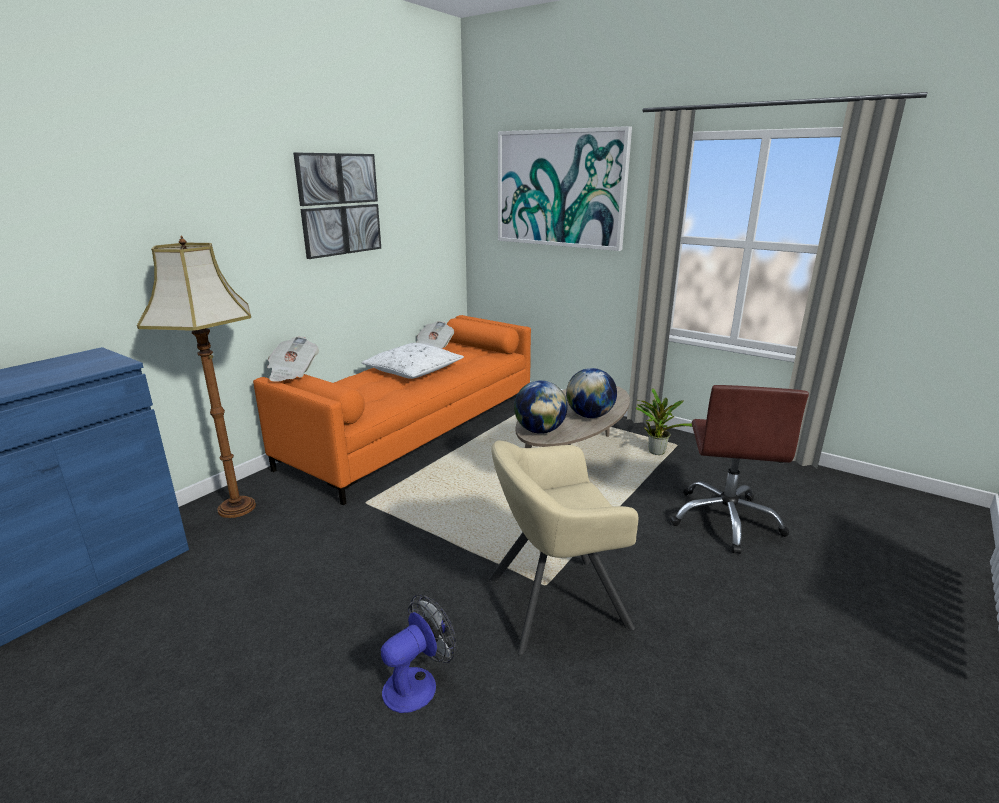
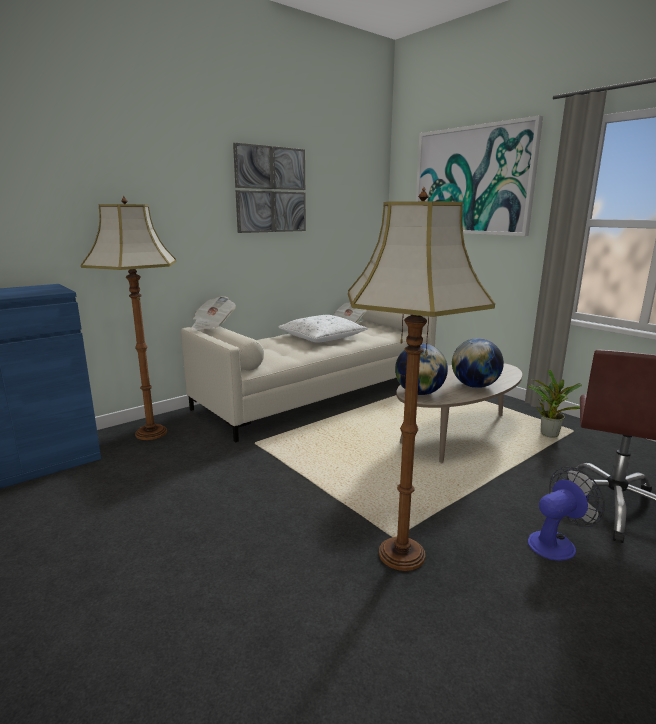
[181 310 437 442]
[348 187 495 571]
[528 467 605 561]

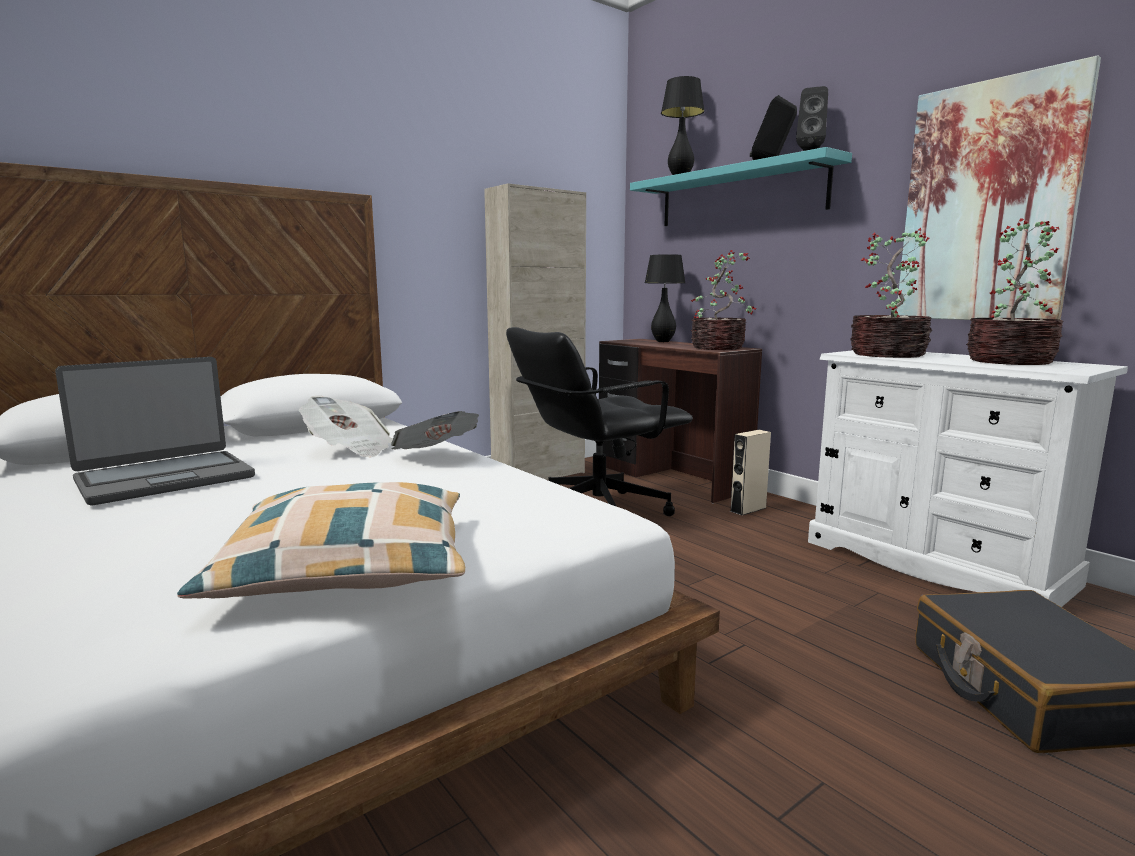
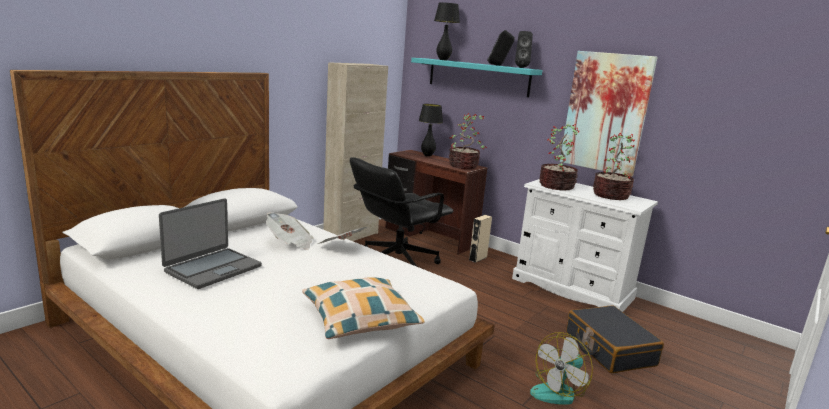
[530 332 593 405]

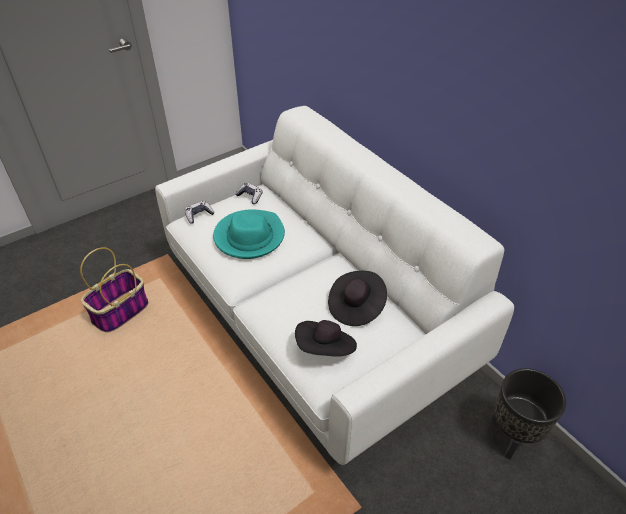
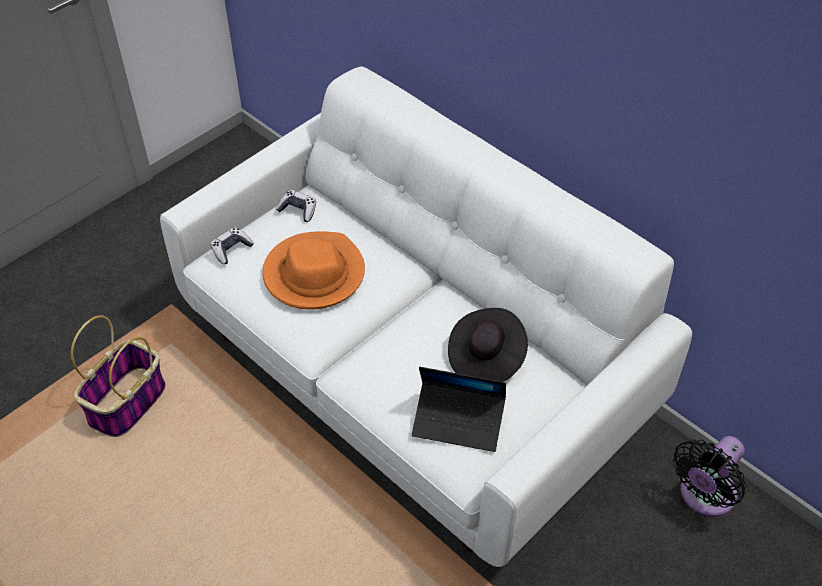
[262 231 365 310]
[412 367 506 452]
[673 436 746 517]

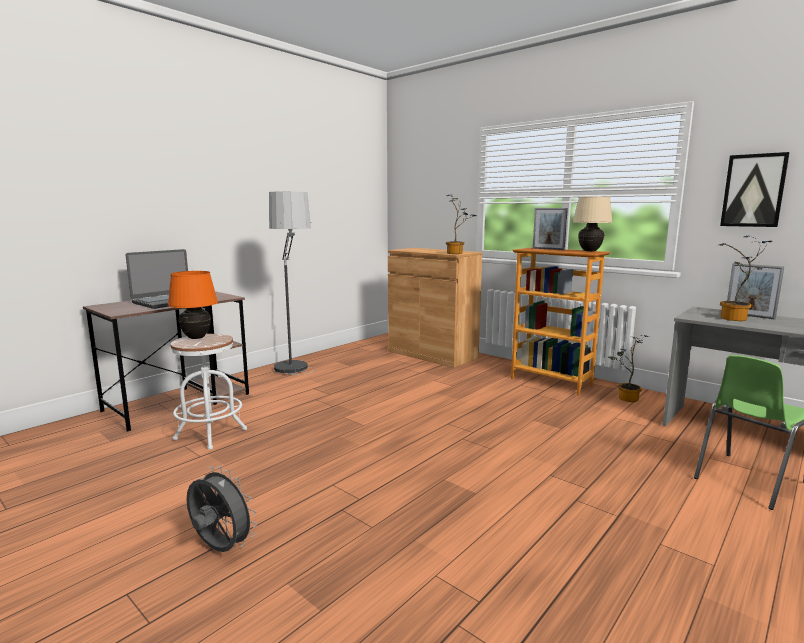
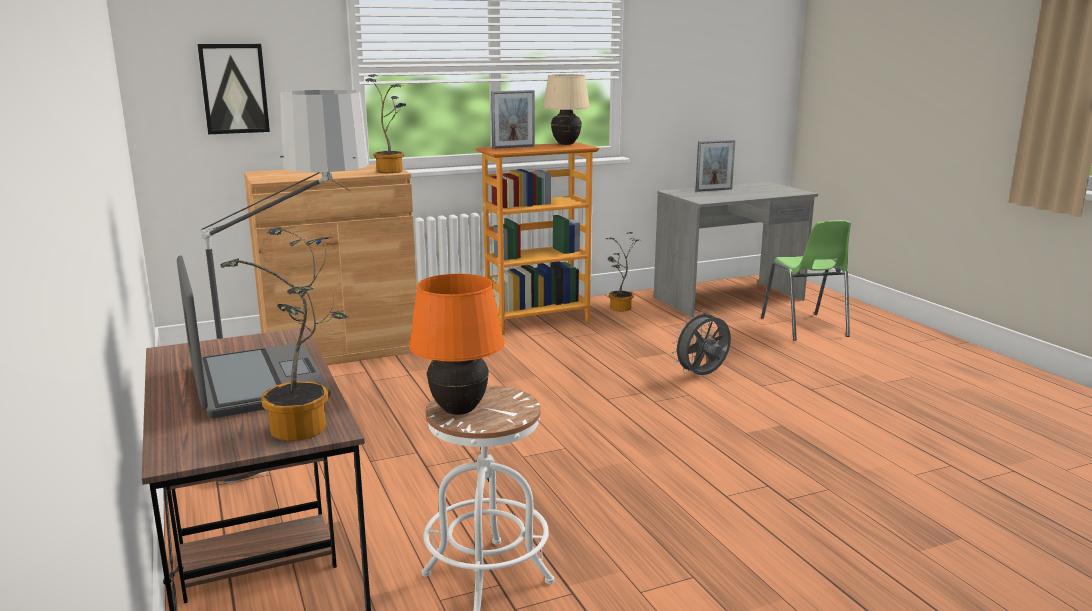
[197 44 270 134]
[220 228 350 441]
[672 309 731 375]

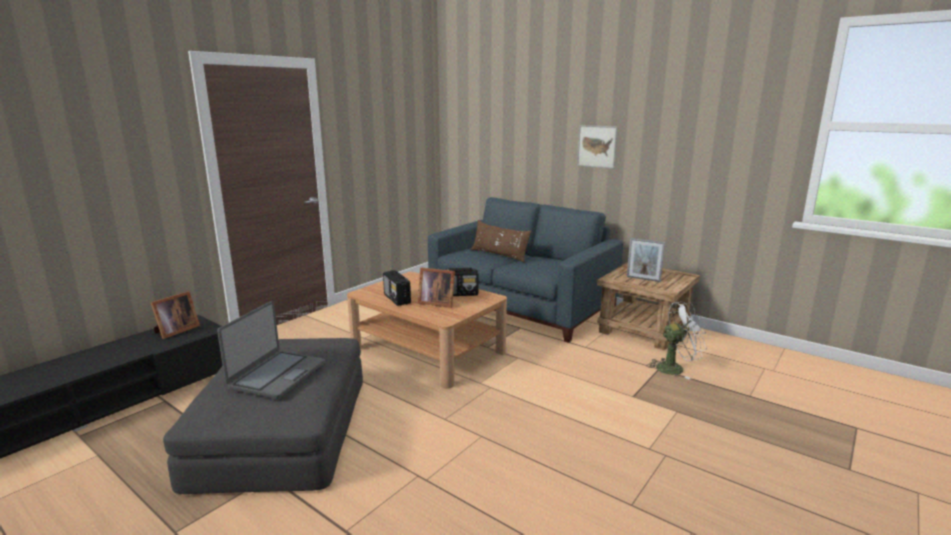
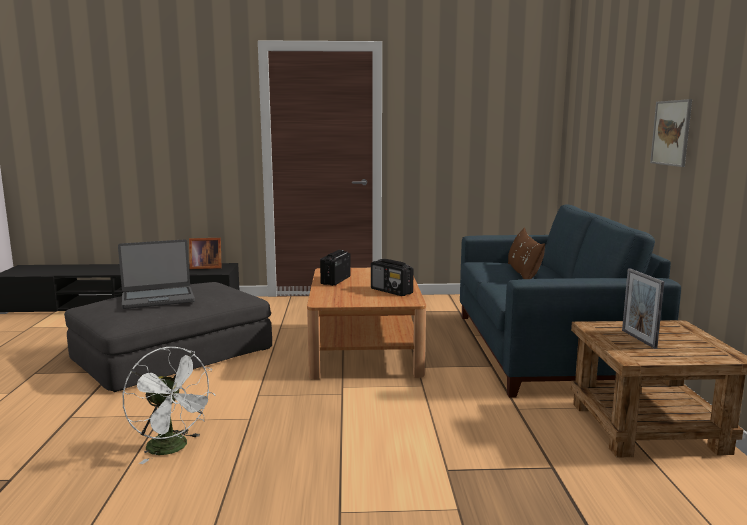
[123 347 216 464]
[418 267 455 308] (first image)

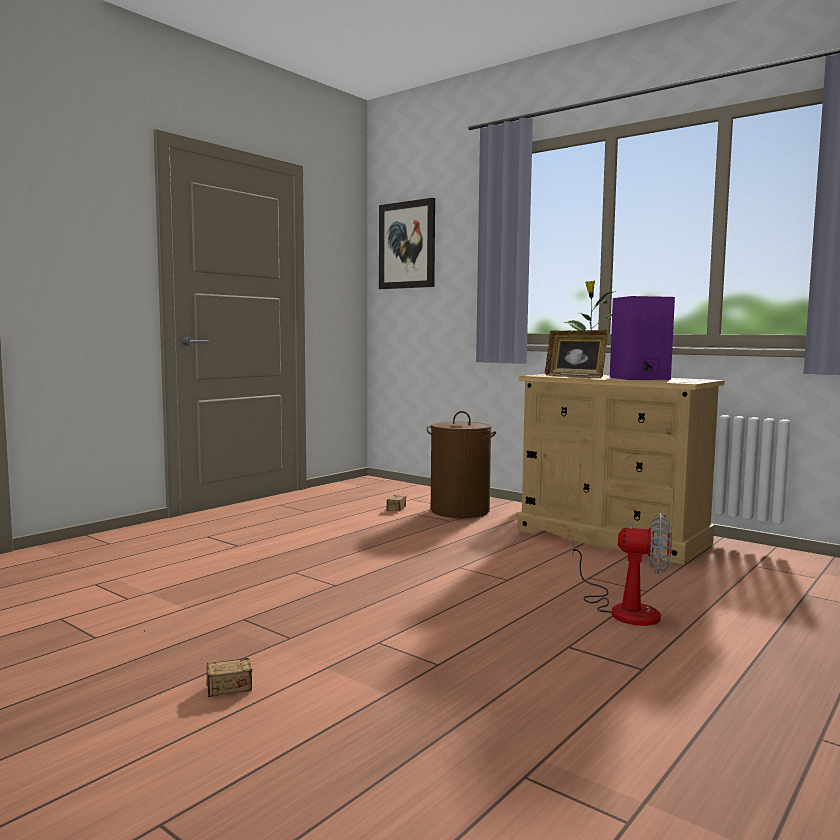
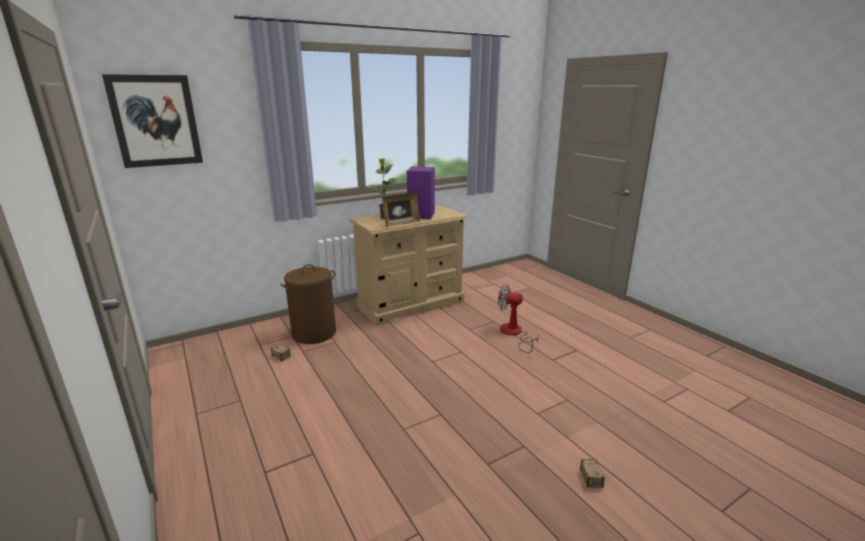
[498 284 539 353]

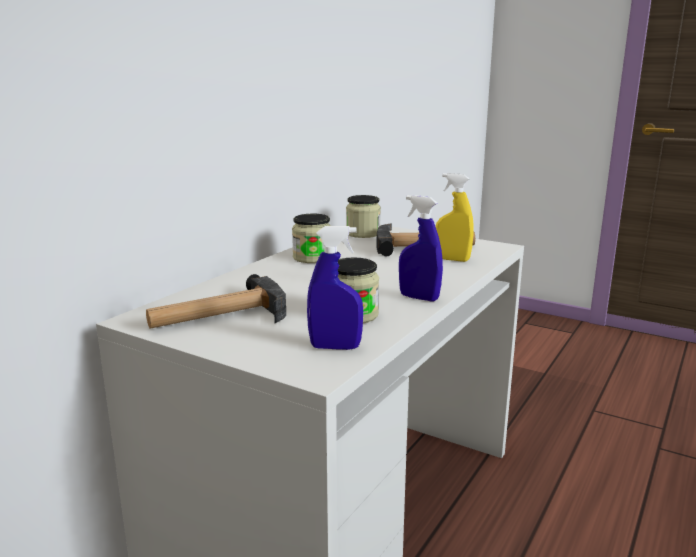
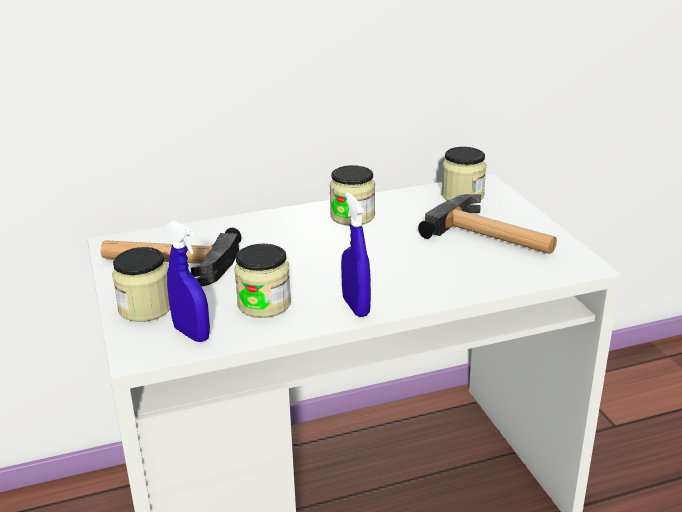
[112 247 170 322]
[436 173 474 262] (first image)

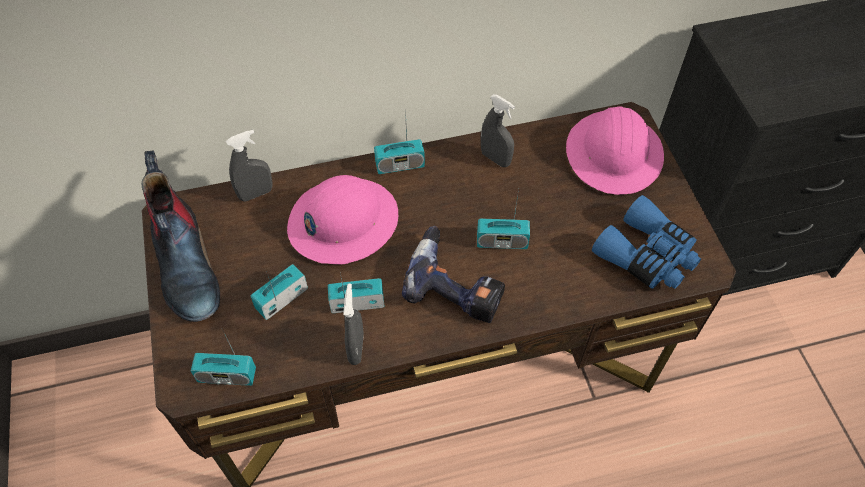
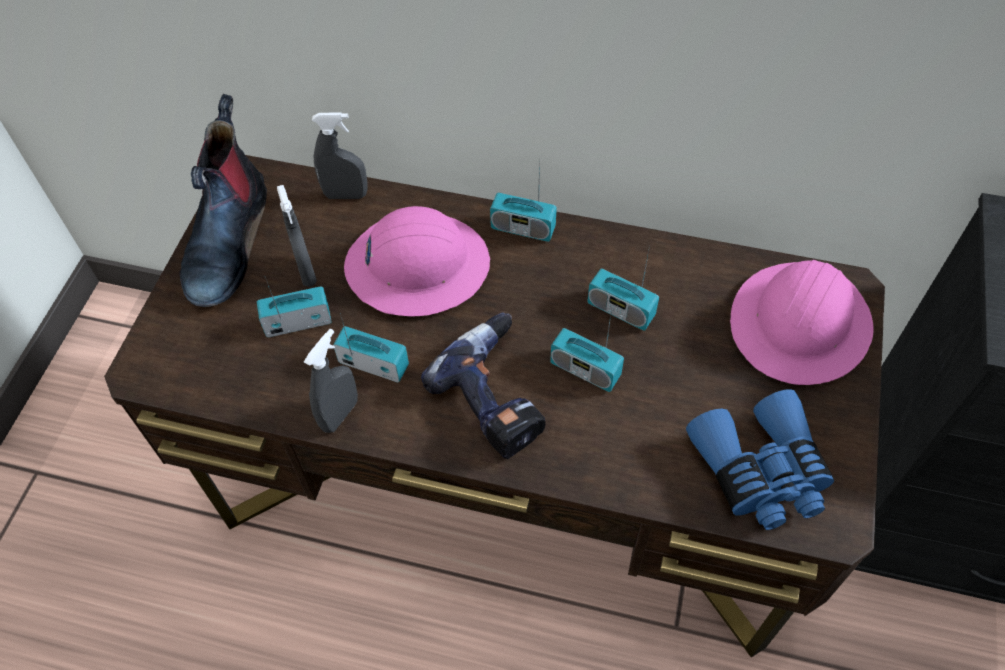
[277 185 317 287]
[588 245 659 331]

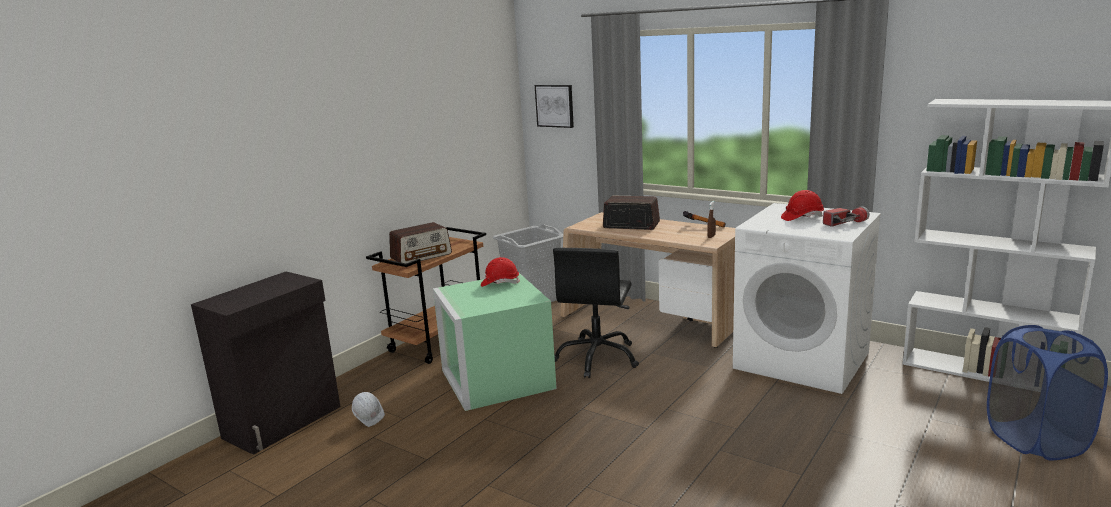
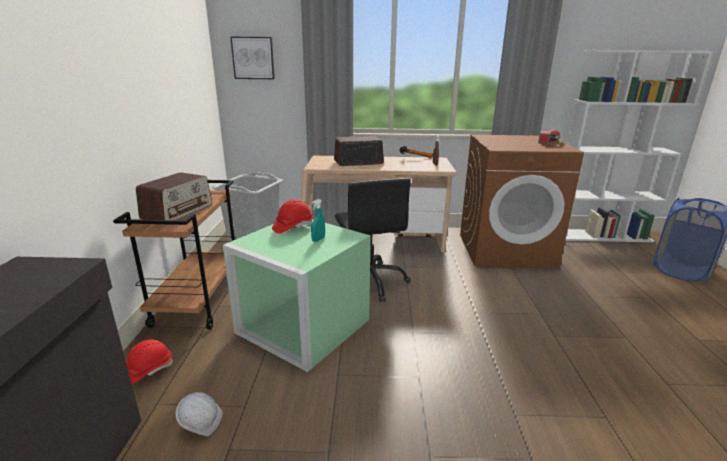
[126 339 173 384]
[311 199 325 242]
[460 135 584 268]

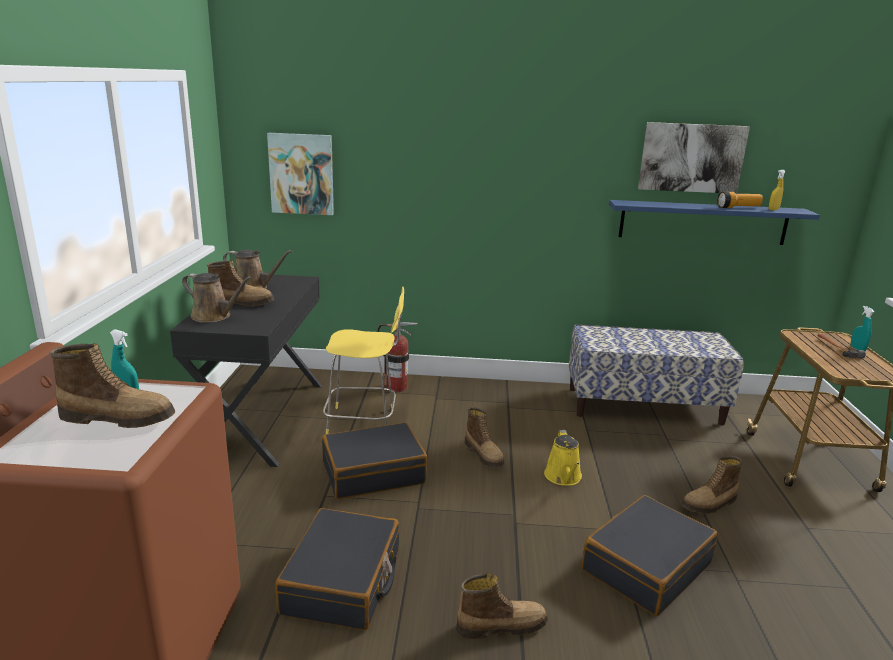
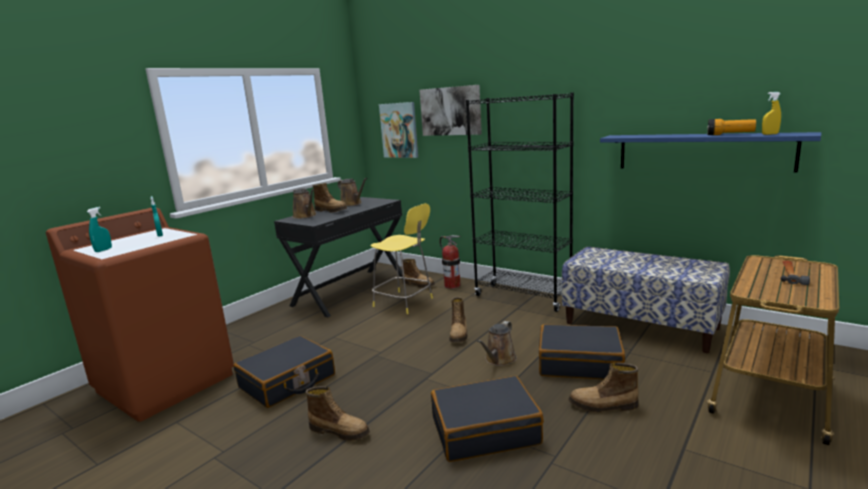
[87 207 112 252]
[402 259 435 288]
[419 85 482 136]
[466 92 574 312]
[477 321 517 366]
[539 324 625 379]

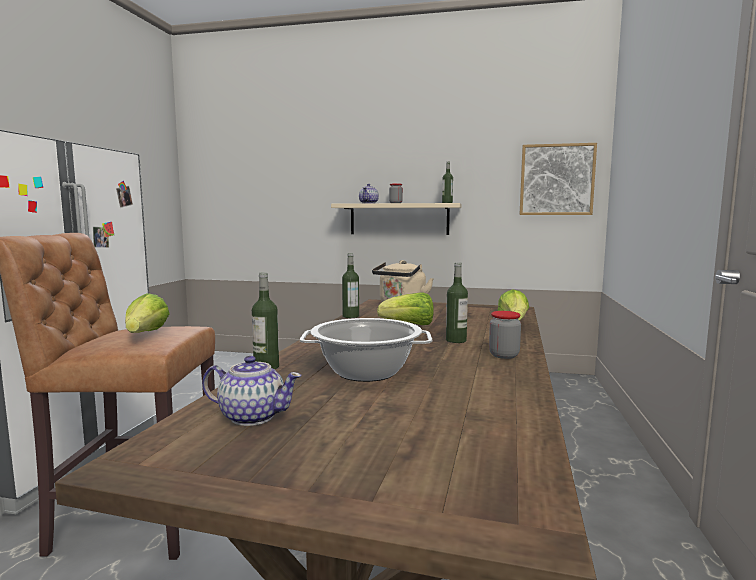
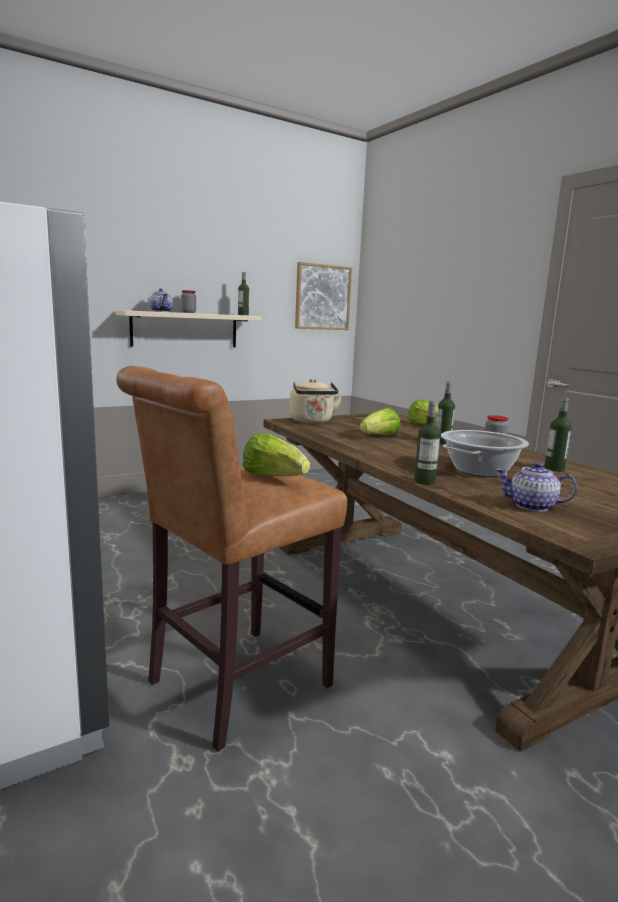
[496 462 577 512]
[544 397 572 472]

